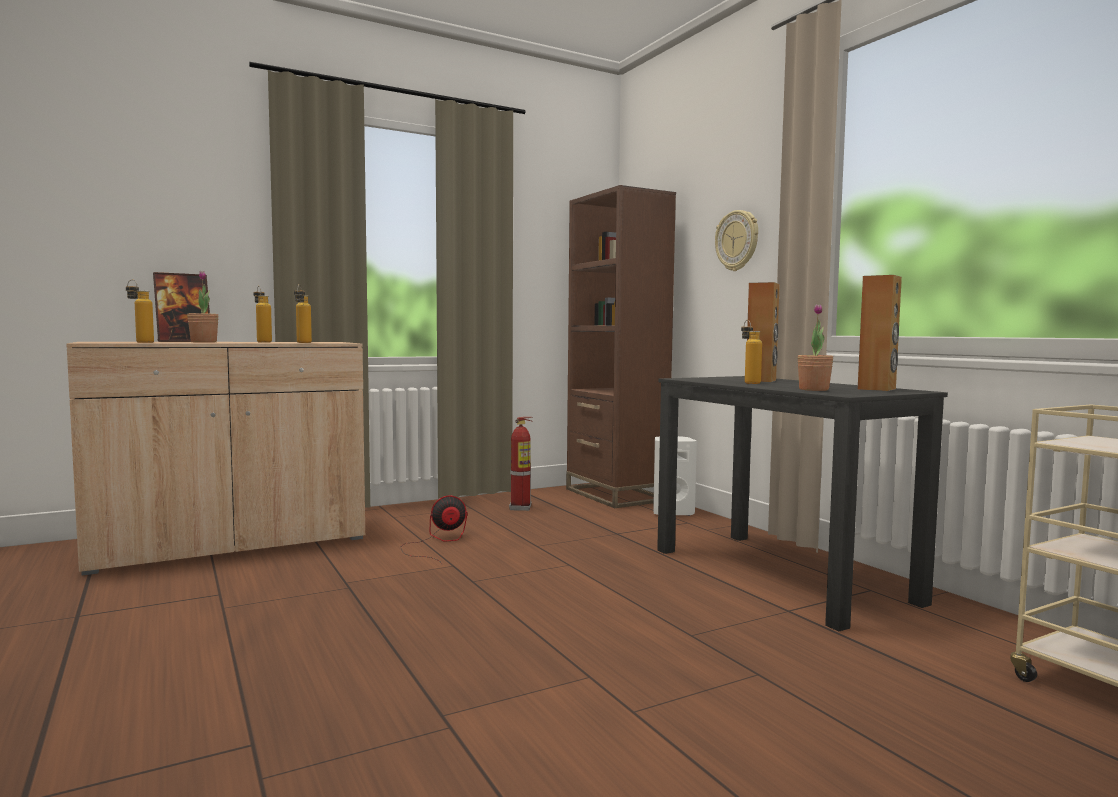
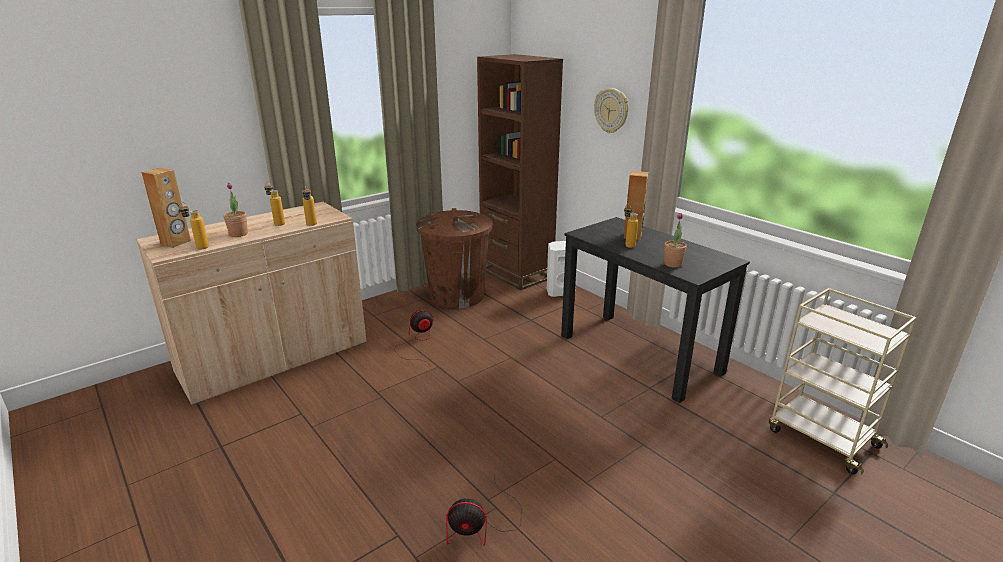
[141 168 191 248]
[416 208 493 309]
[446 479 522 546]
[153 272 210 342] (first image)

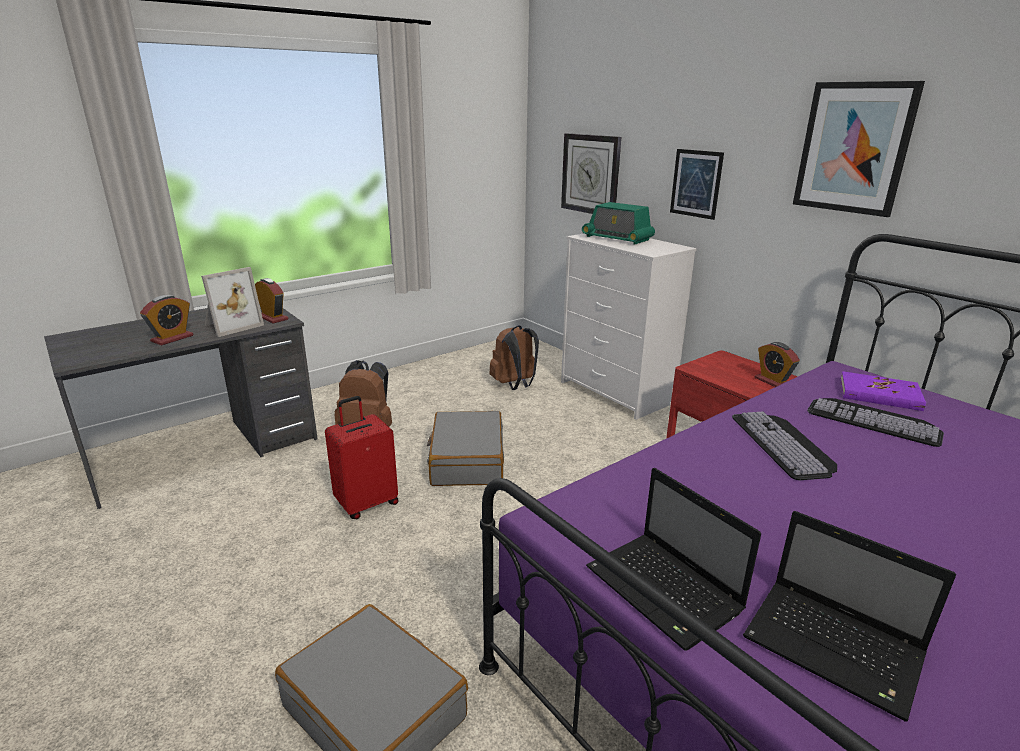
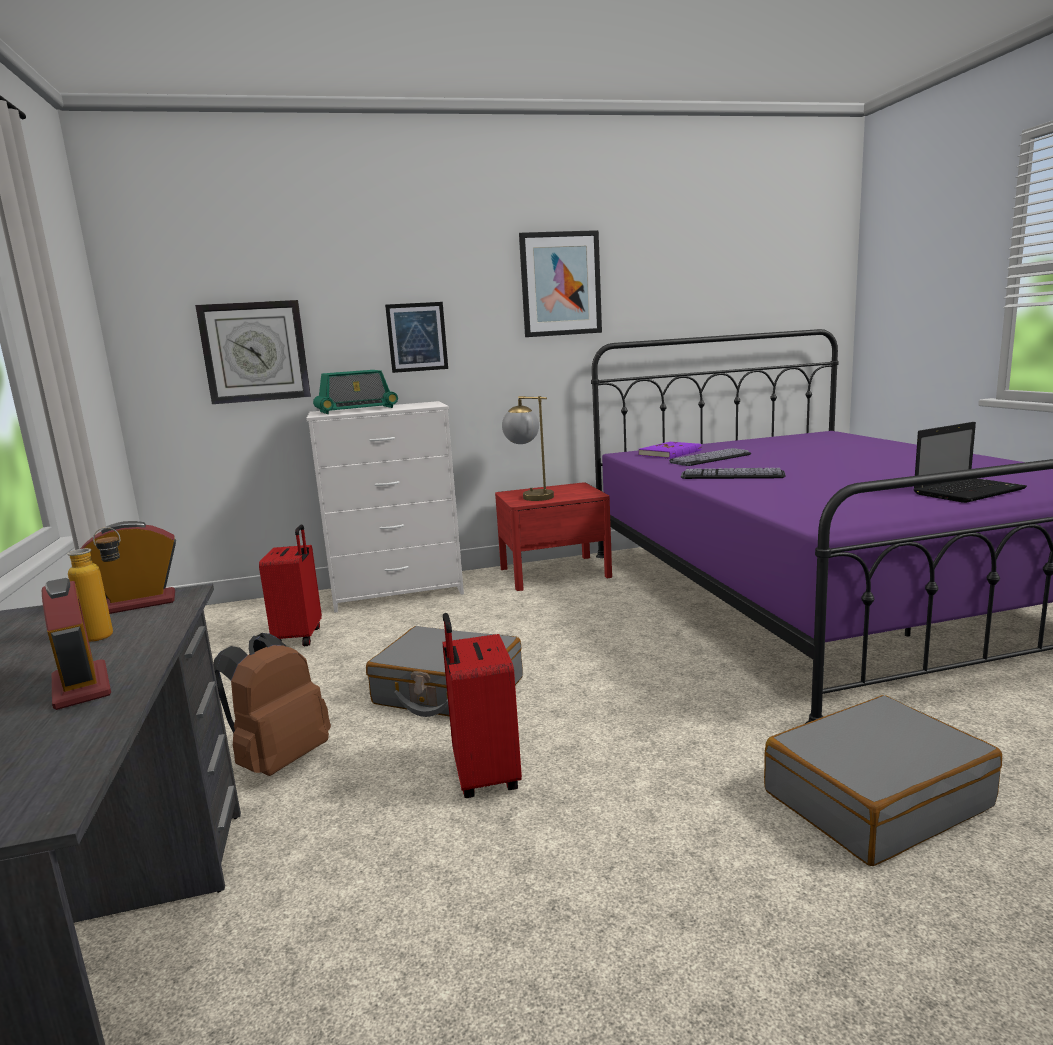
[67 527 121 642]
[259 525 322 646]
[502 396 554 501]
[586 468 761 651] (first image)
[755 342 800 387] (first image)

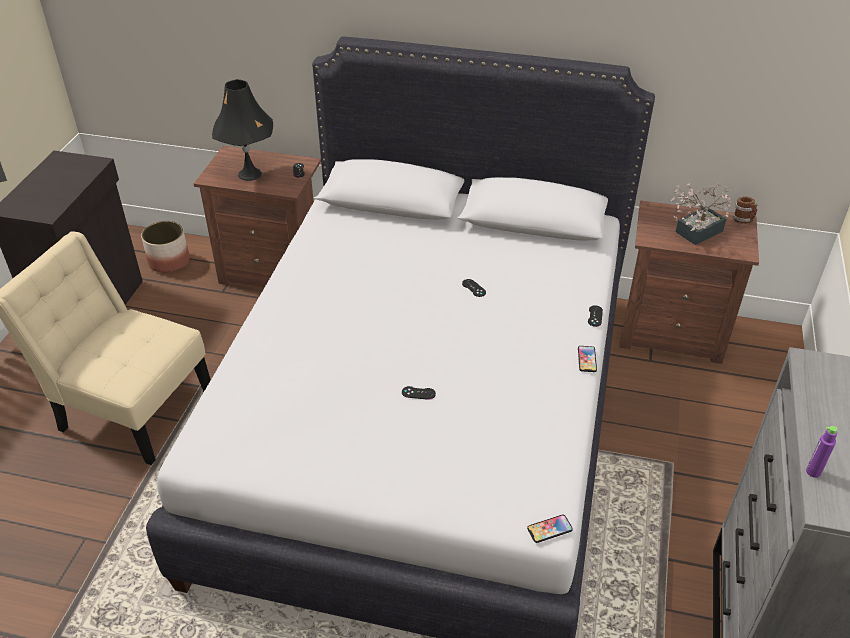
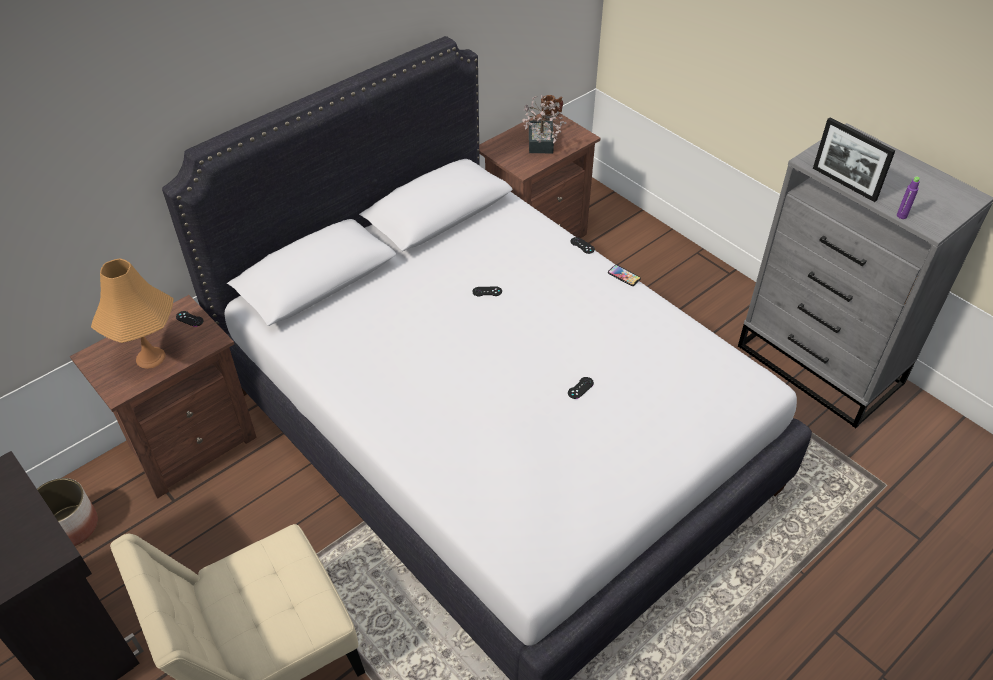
[91 258 174 369]
[813 117 896 202]
[527 515 573 543] (first image)

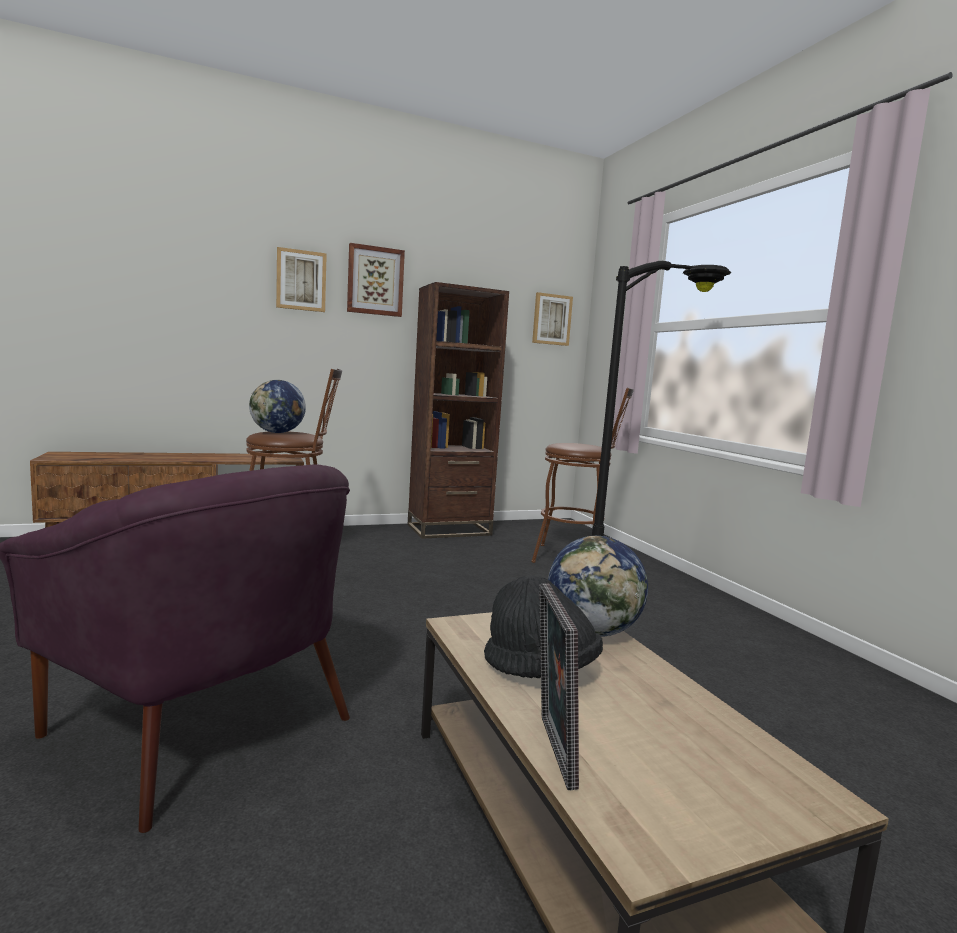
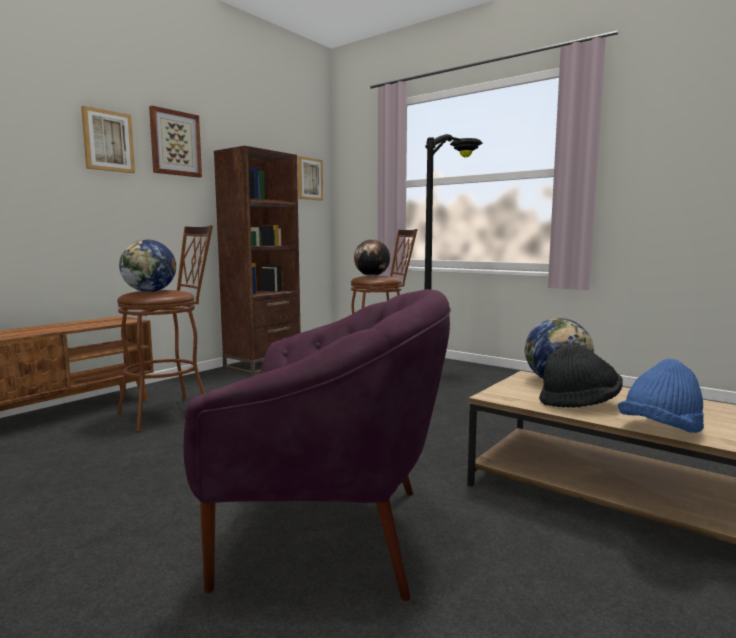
[354 239 390 276]
[618 359 704 433]

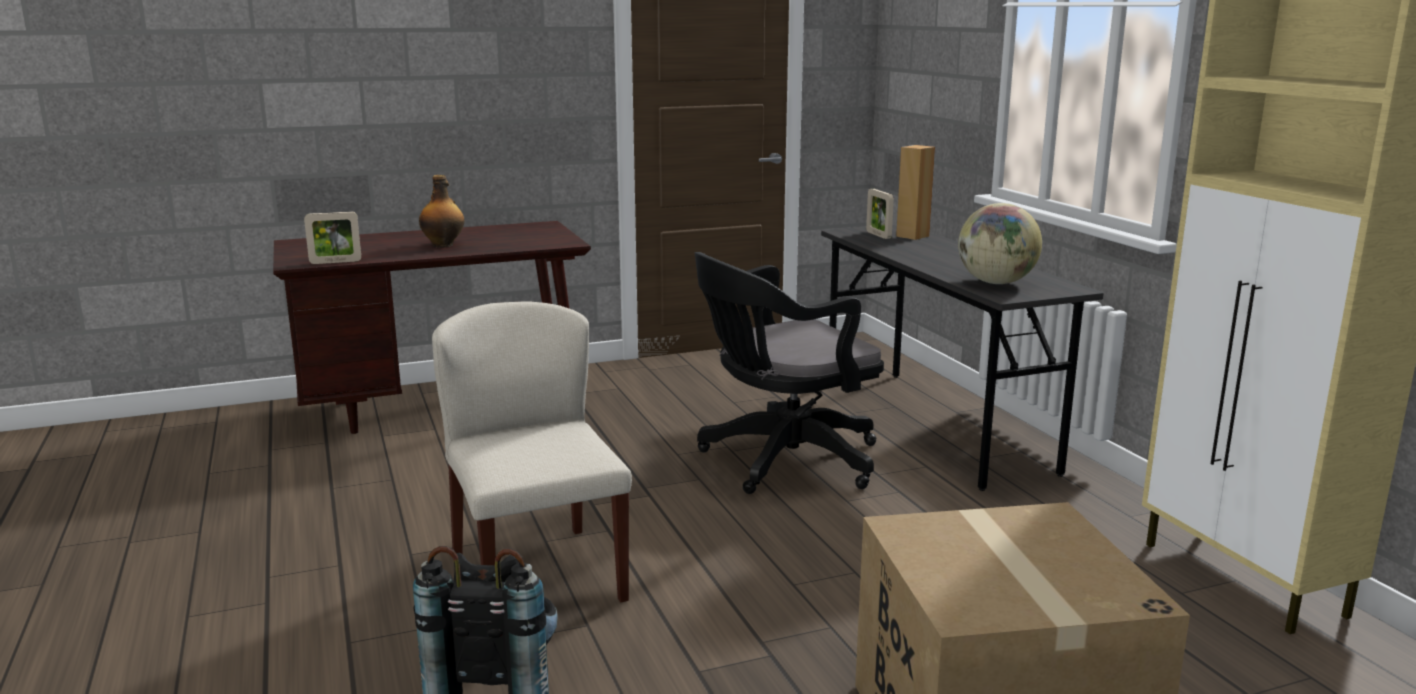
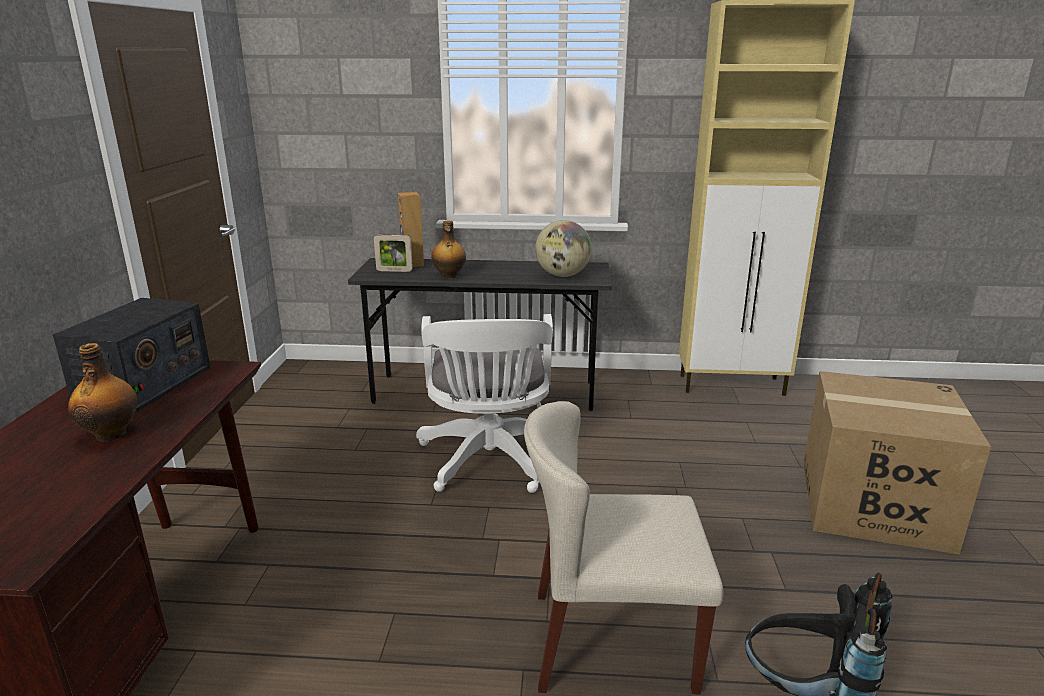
[53 298 210 413]
[416 314 553 493]
[431 221 466 278]
[304 211 361 264] (first image)

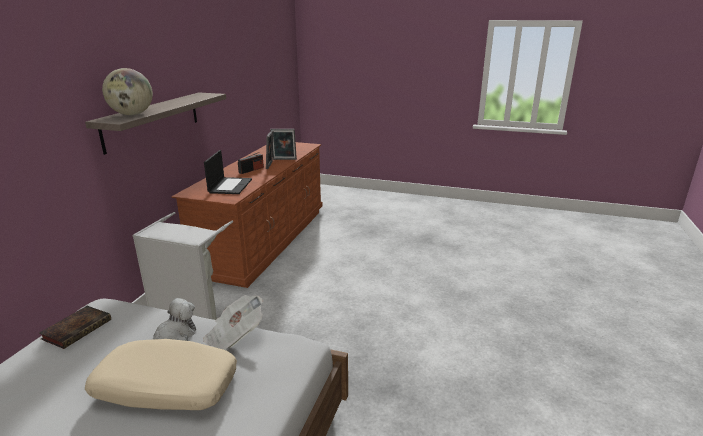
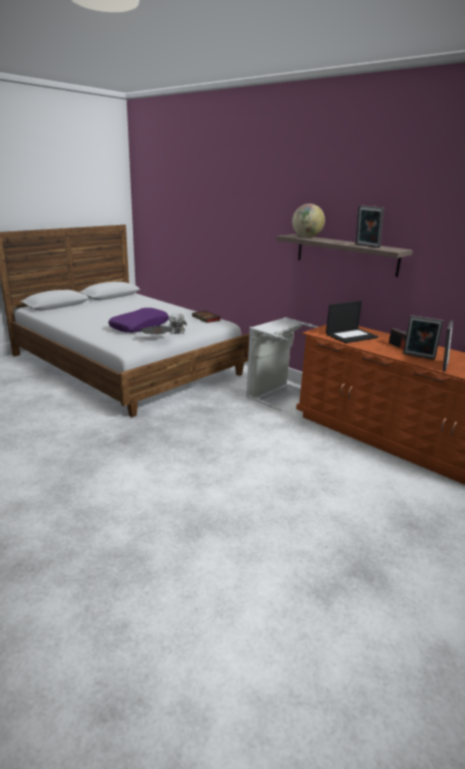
[108 308 169 333]
[326 301 378 343]
[356 205 384 248]

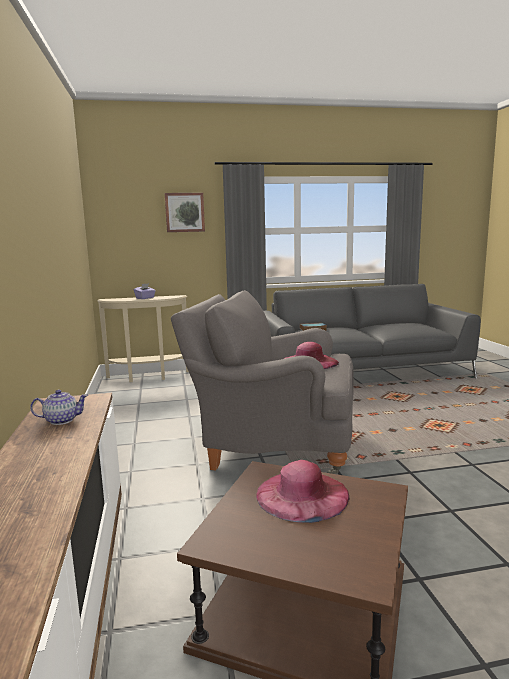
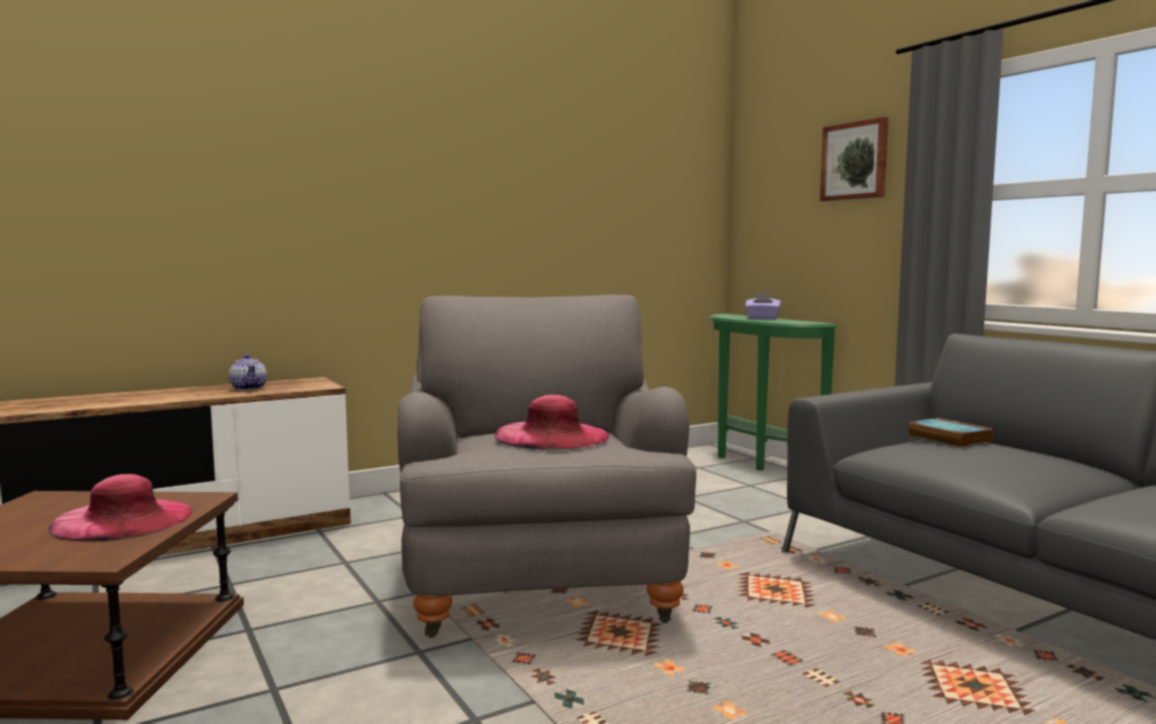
[709 313 837 471]

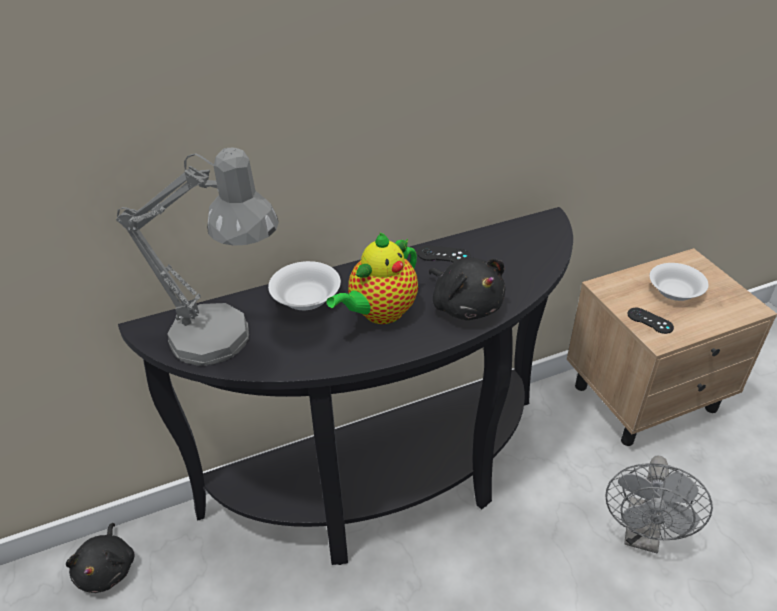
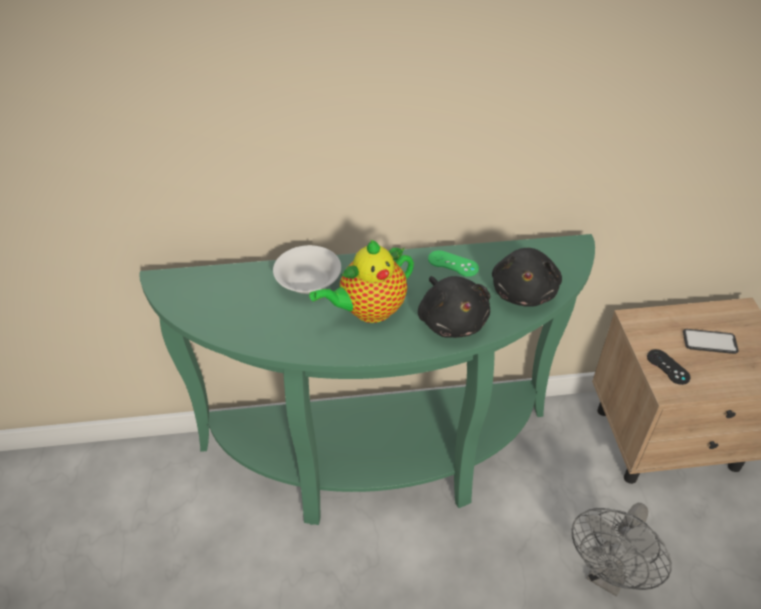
[139 234 595 525]
[428 250 479 276]
[492 248 562 307]
[683 329 739 354]
[116 147 279 366] (first image)

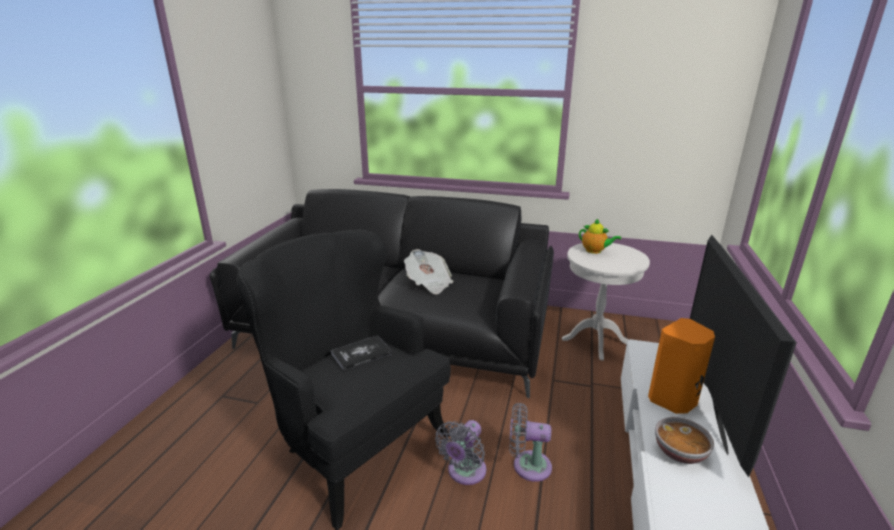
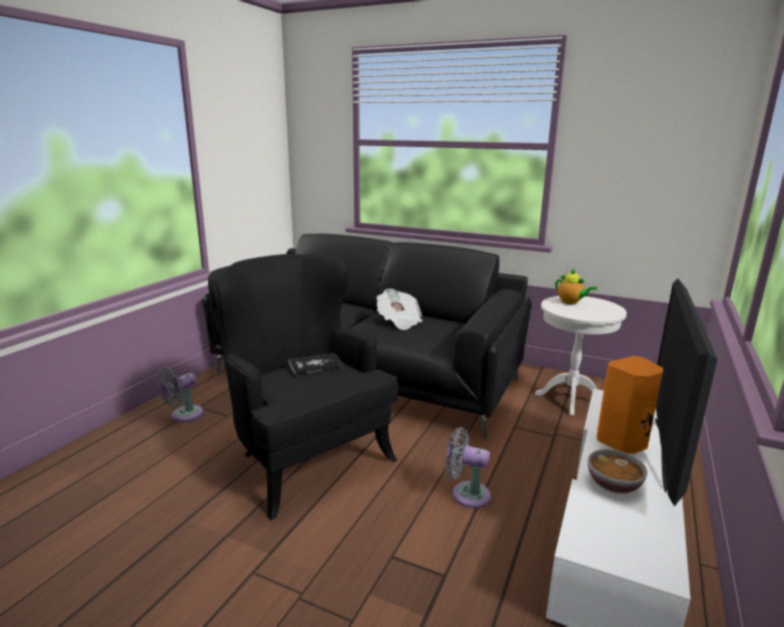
[156 367 204 422]

